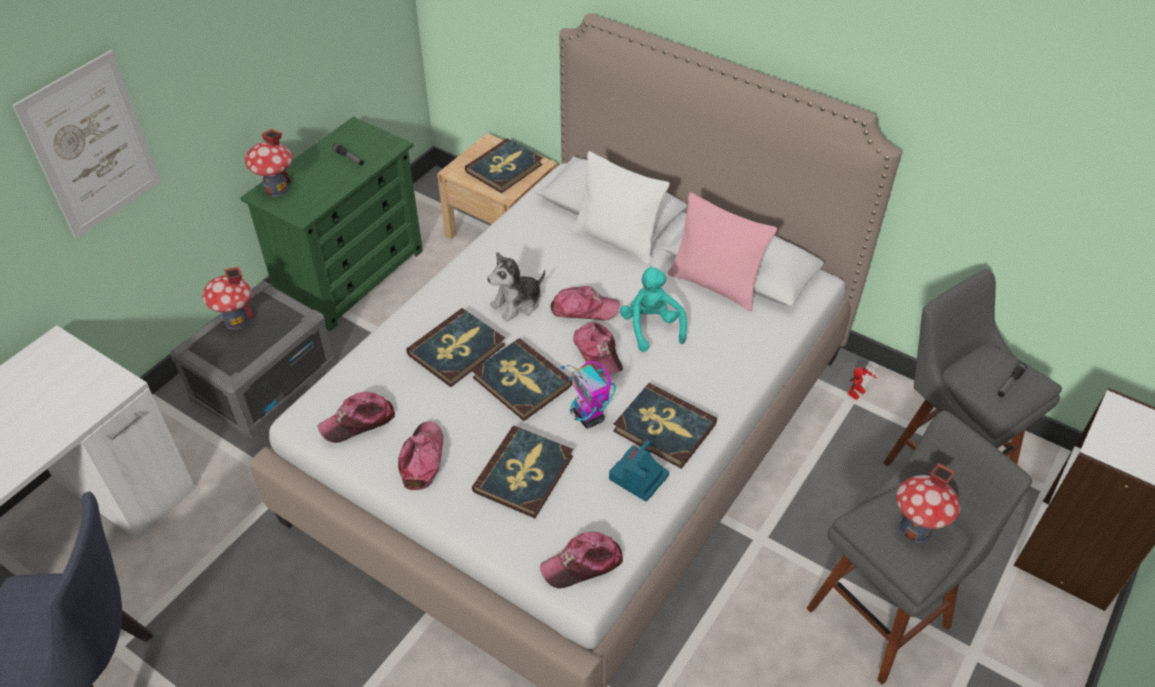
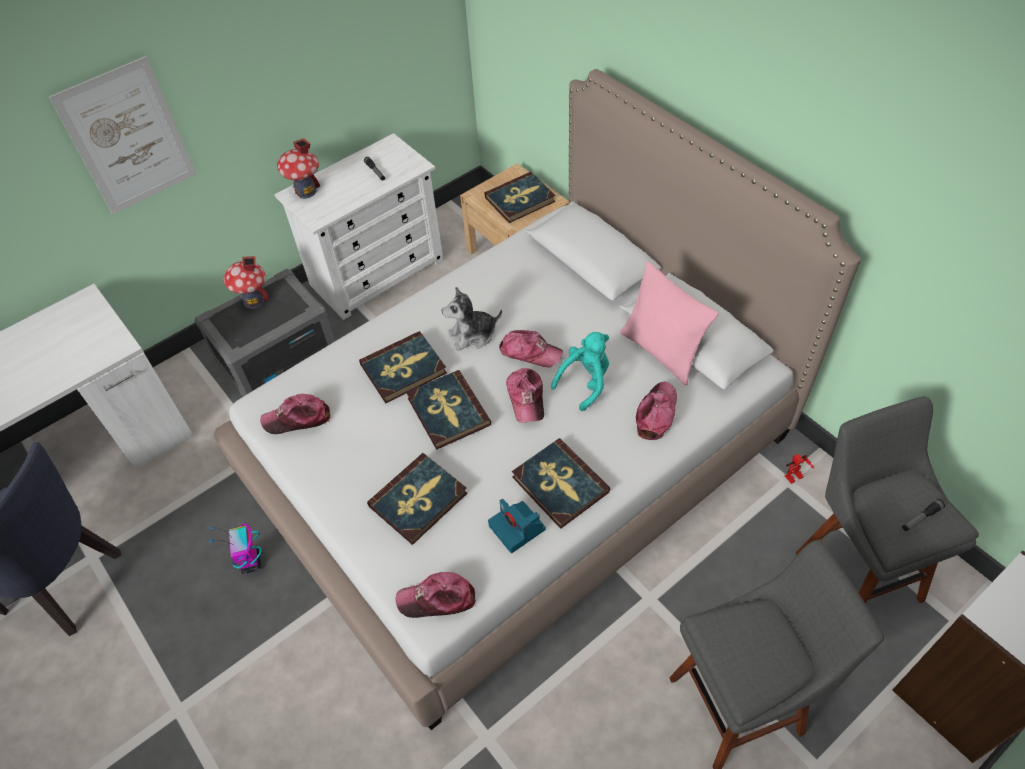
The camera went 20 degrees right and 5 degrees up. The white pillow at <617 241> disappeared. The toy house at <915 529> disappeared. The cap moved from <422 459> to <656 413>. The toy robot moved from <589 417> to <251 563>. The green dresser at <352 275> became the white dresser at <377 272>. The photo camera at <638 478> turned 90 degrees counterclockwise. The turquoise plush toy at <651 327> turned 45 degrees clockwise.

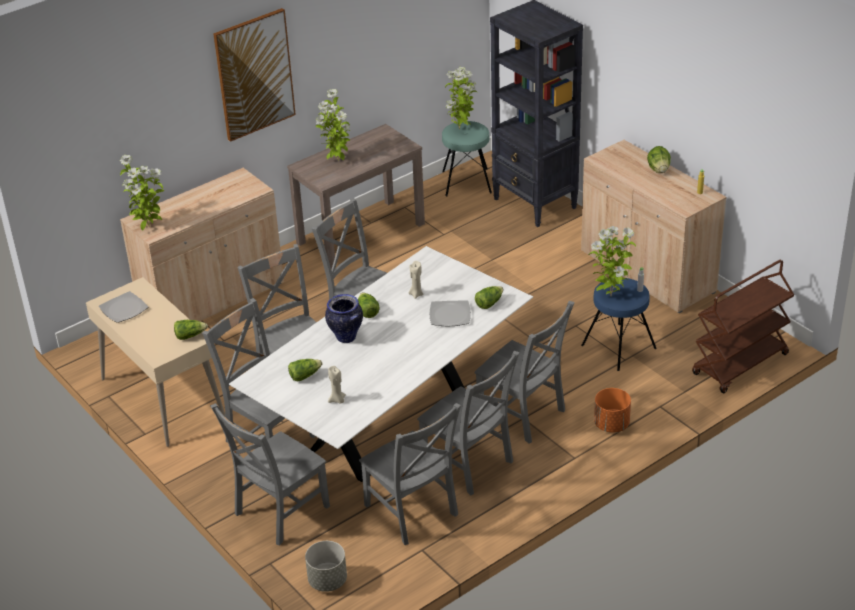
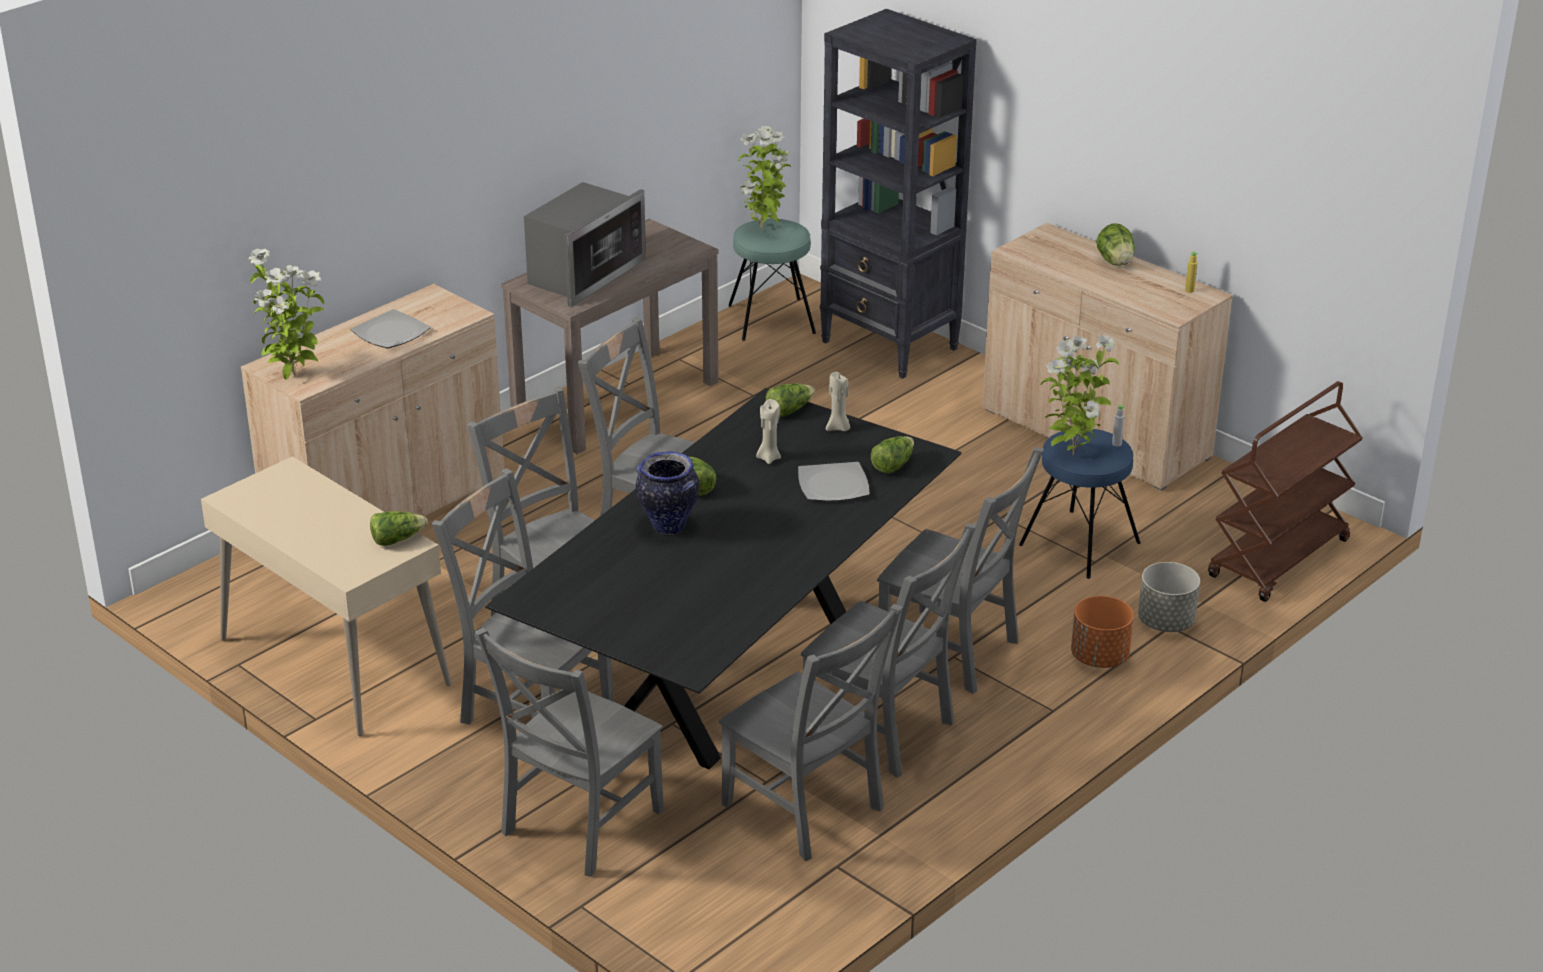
The camera went 10 degrees left and 5 degrees down. The picture at <254 74> disappeared. The plate moved from <124 309> to <392 333>. The lettuce moved from <304 375> to <789 410>. The grey planter moved from <327 580> to <1165 622>. The beige candle moved from <337 400> to <838 428>. The potted plant at <337 161> was replaced by the microwave at <583 274>. The white dining table at <391 422> became the black dining table at <736 676>.

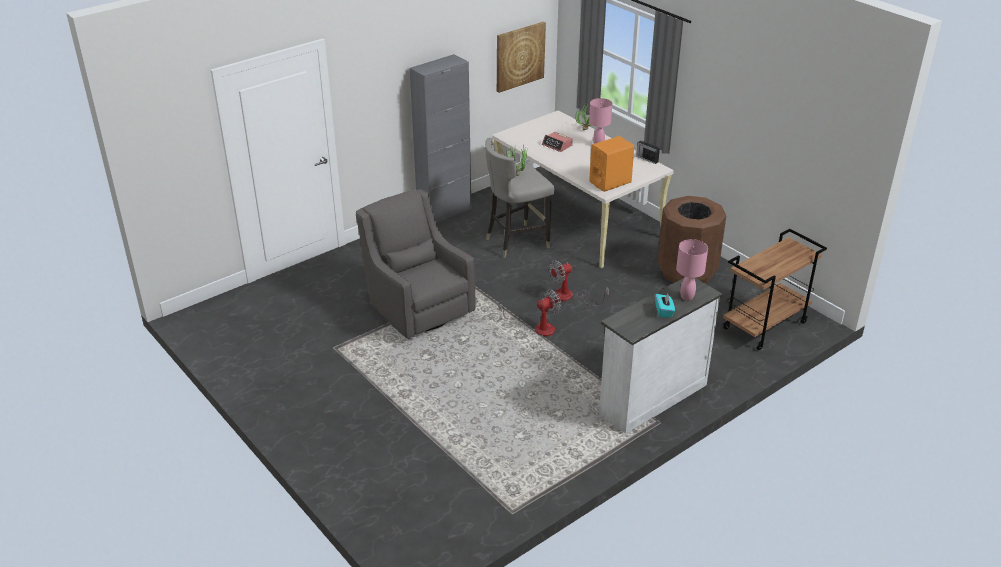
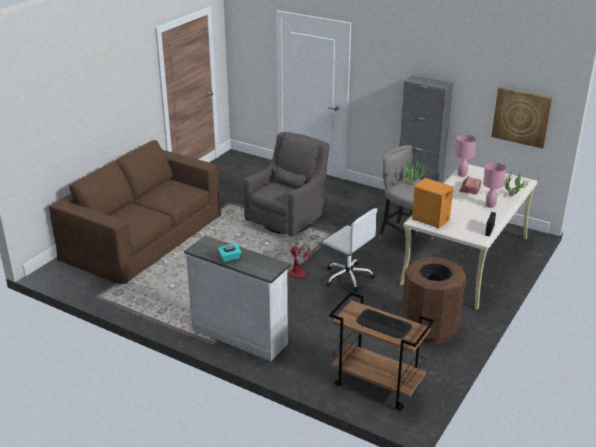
The camera went 70 degrees right and 5 degrees down. The brown sofa at <142 236> appeared. The keyboard at <383 324> appeared. The pink table lamp moved from <686 297> to <461 175>. The fan at <570 297> was replaced by the white office chair at <347 277>.

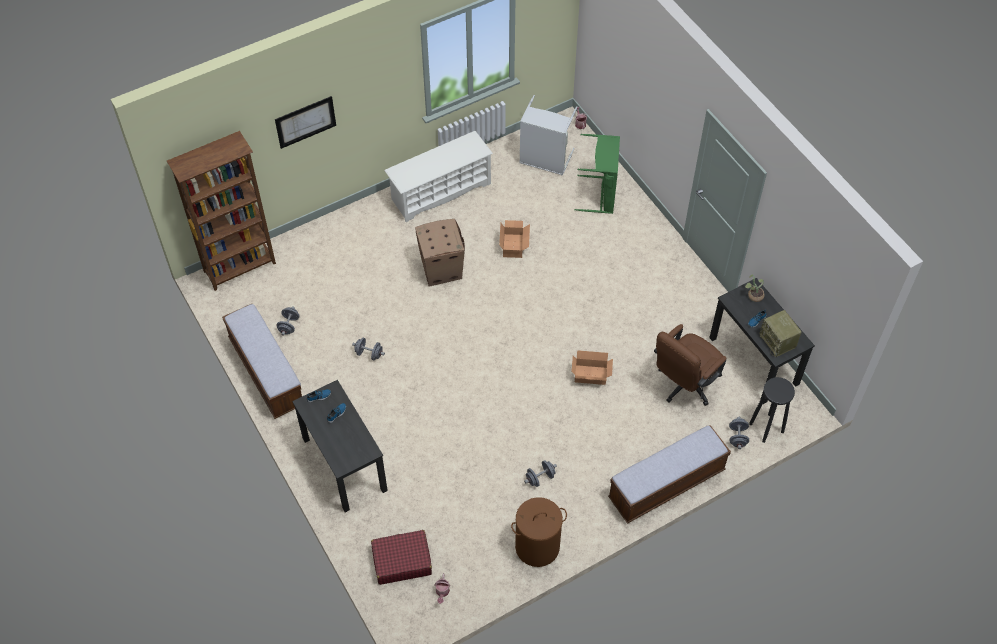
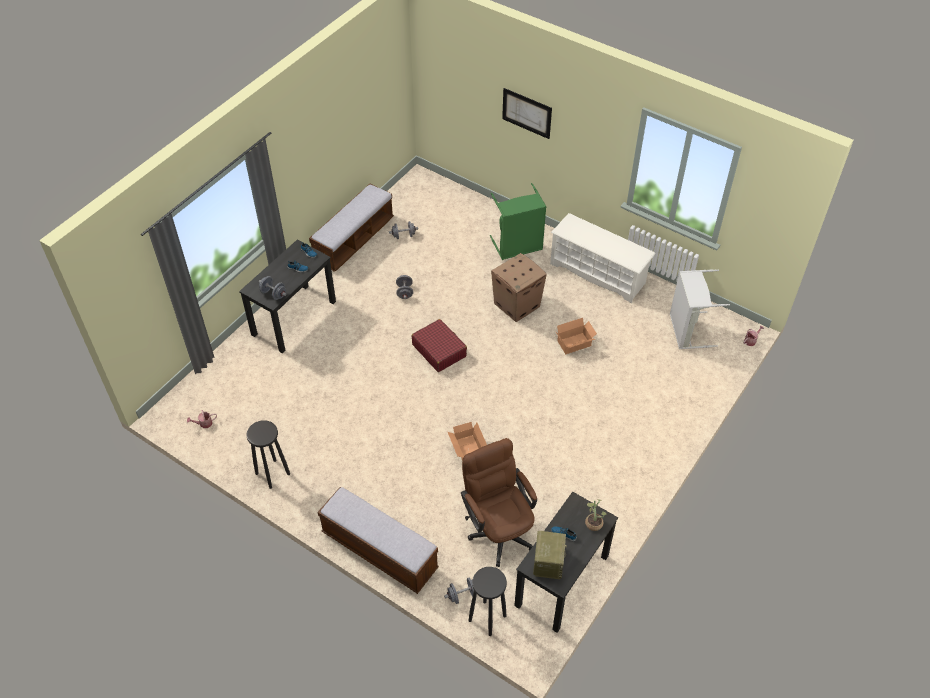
The camera went 65 degrees right and 5 degrees down. The brown bookcase at <240 268> disappeared. The red suitcase moved from <401 561> to <439 350>. The grey dumbbell moved from <540 478> to <273 294>. The green laundry basket moved from <601 195> to <518 247>. The brown laundry basket at <537 547> was replaced by the black stool at <272 473>. The brown office chair at <684 385> turned 45 degrees clockwise. The radio at <778 342> turned 150 degrees clockwise.

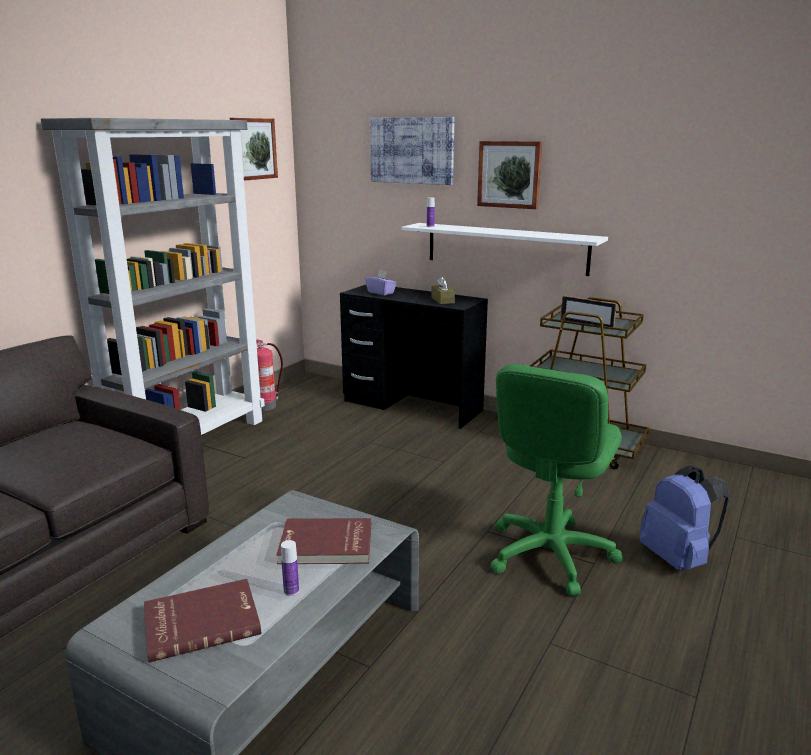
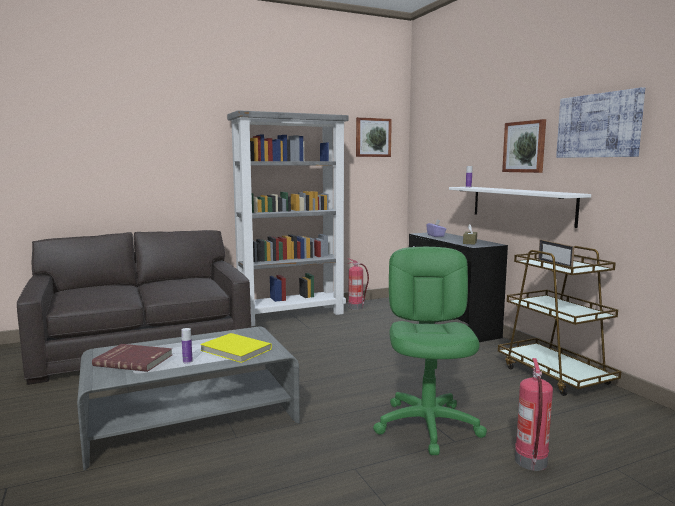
The camera went 35 degrees right and 10 degrees down. The picture moved from <412 150> to <598 125>. The blue backpack at <677 559> was replaced by the fire extinguisher at <532 462>. The red book at <326 545> became the yellow book at <235 350>. The green office chair at <549 554> turned 120 degrees clockwise.

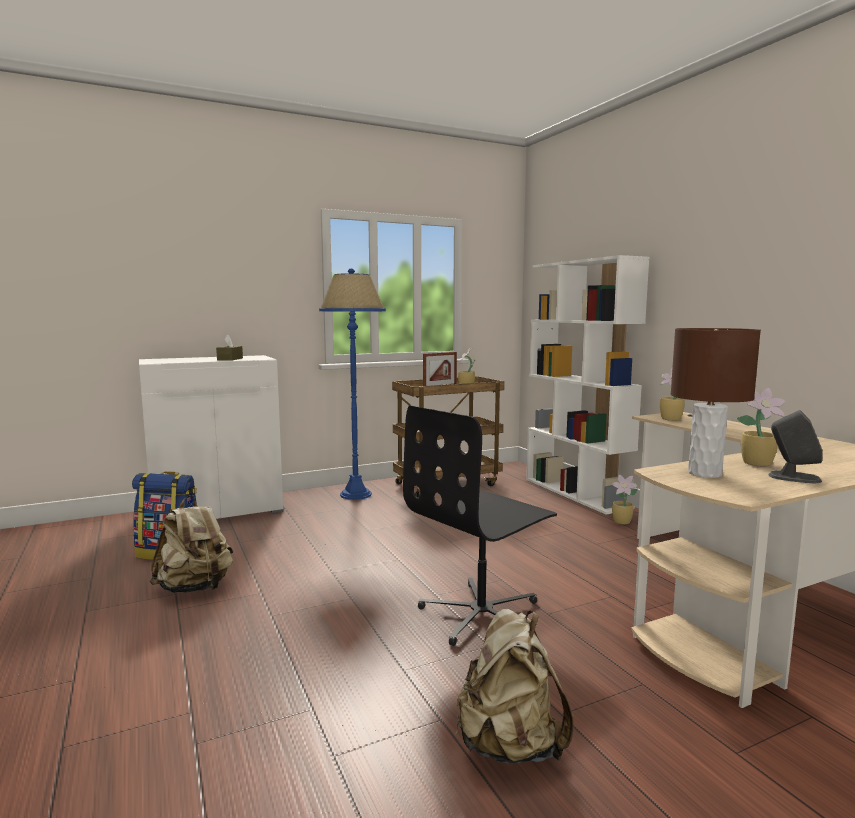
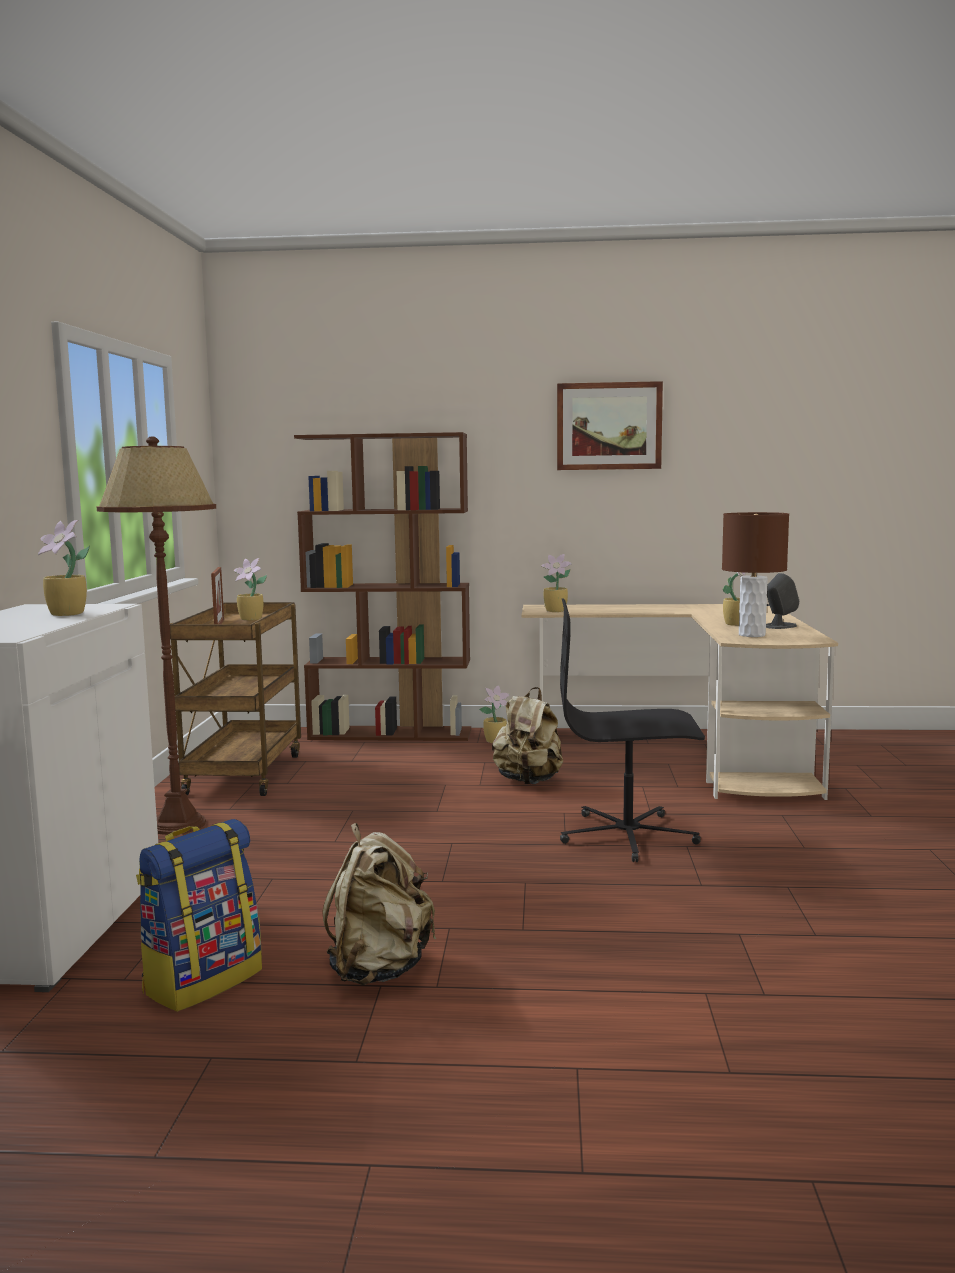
The camera went 60 degrees left and 0 degrees up. The picture at <609 426> appeared. The beige backpack moved from <509 745> to <529 781>. The brown tissue box at <230 359> was replaced by the potted plant at <67 614>. The blue floor lamp at <356 494> became the brown floor lamp at <177 824>. The white bookcase at <577 493> became the brown bookcase at <391 734>. The black office chair at <482 615> turned 105 degrees clockwise.

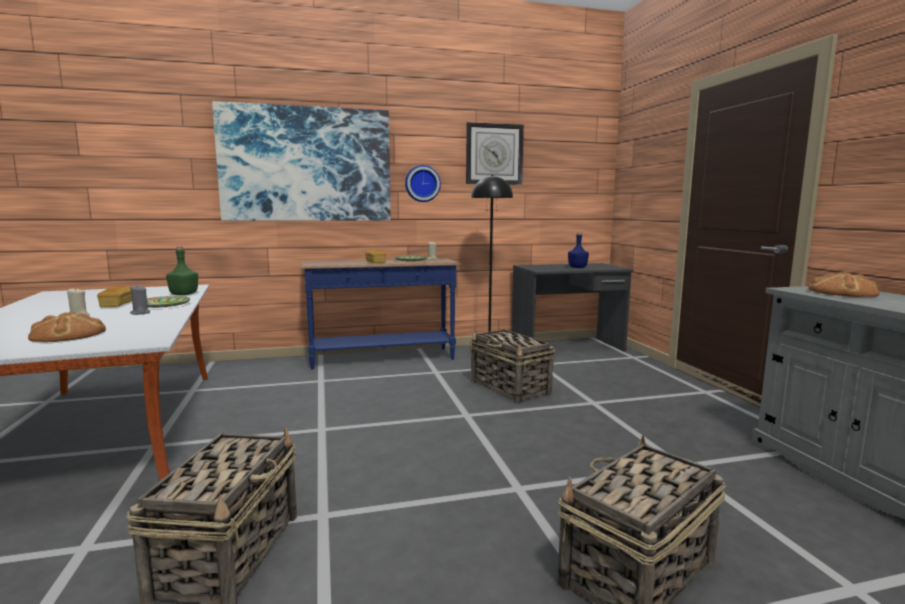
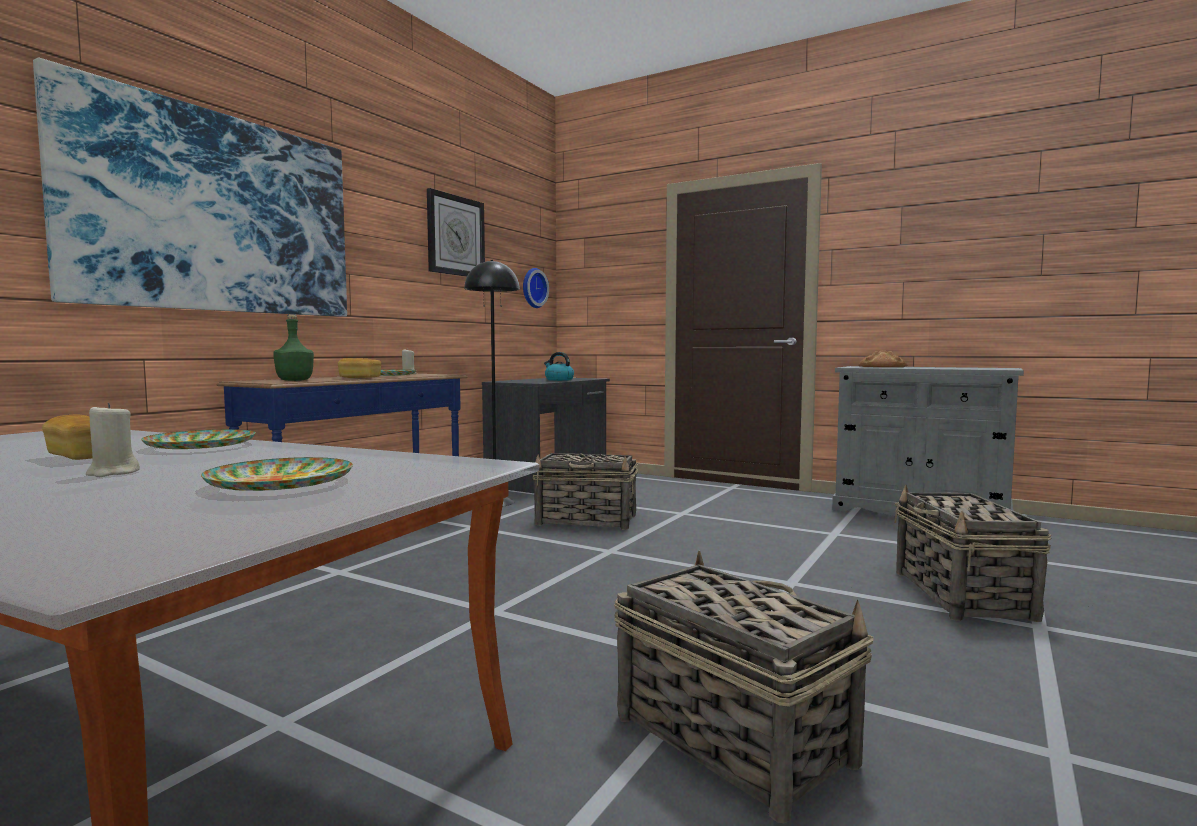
The camera went 45 degrees left and 5 degrees down. The grey candle at <140 313> disappeared. The green bottle moved from <183 294> to <293 380>. The wall clock moved from <422 183> to <532 288>. The bread at <67 335> was replaced by the plate at <281 483>. The blue bottle at <577 267> was replaced by the kettle at <558 380>.

